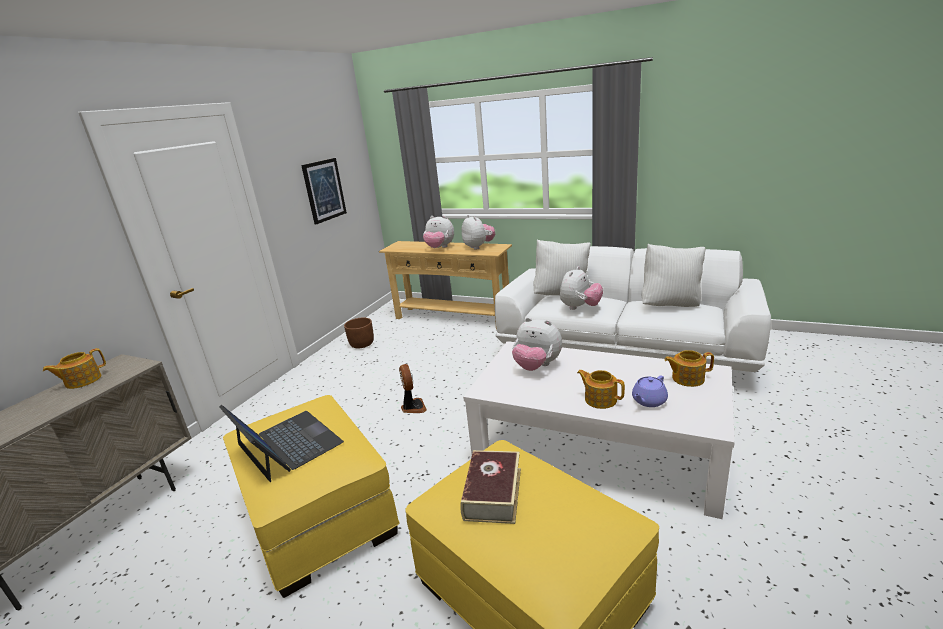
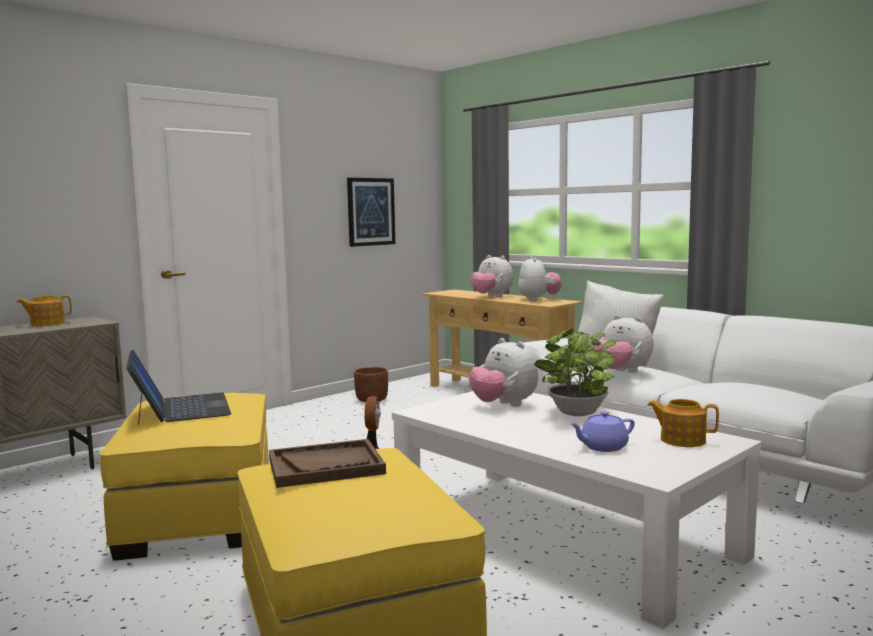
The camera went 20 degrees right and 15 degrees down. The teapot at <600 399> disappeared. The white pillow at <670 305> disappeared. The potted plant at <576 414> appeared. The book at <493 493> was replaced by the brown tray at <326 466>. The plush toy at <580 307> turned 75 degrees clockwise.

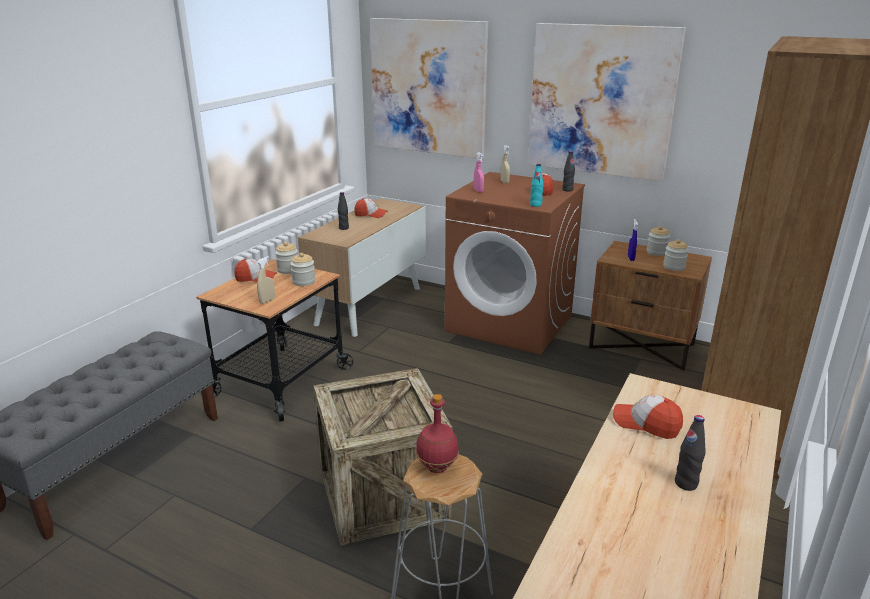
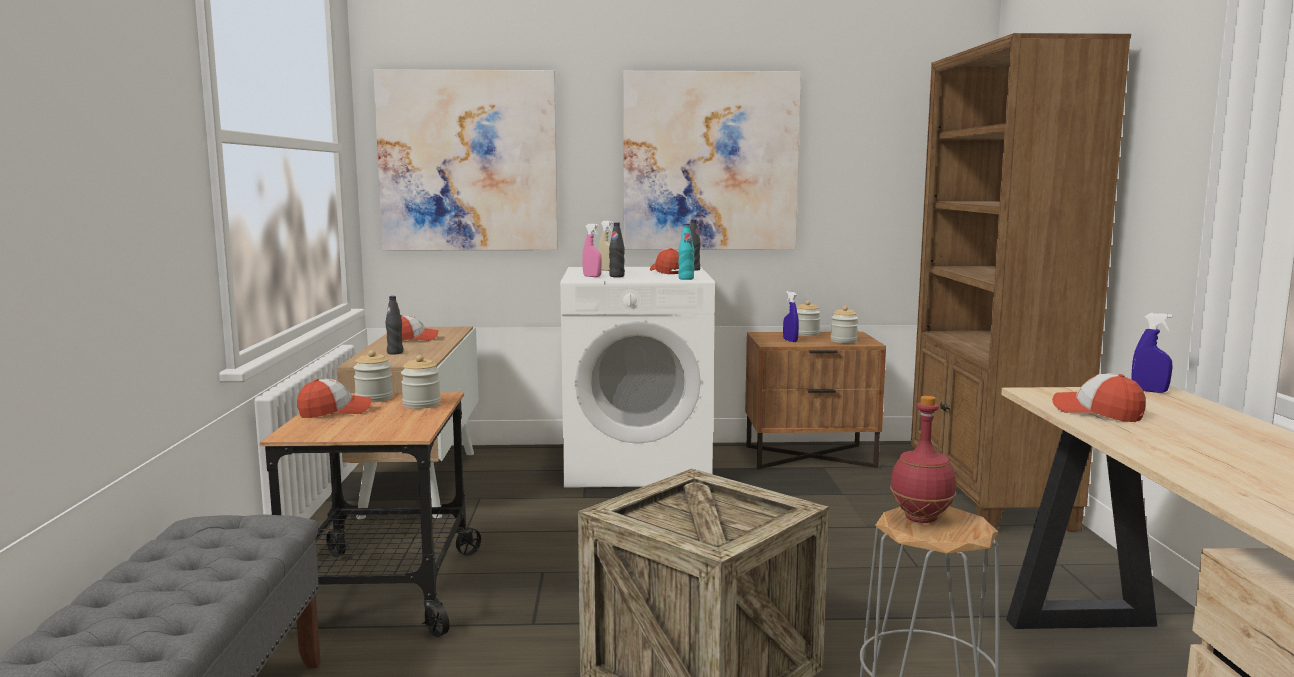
The camera went 30 degrees left and 15 degrees down. The beige spray bottle at <267 301> disappeared. The blue spray bottle at <1149 391> appeared. The black bottle moved from <686 483> to <617 276>. The brown washing machine at <510 323> became the white washing machine at <637 464>. The cap at <646 424> turned 45 degrees clockwise.

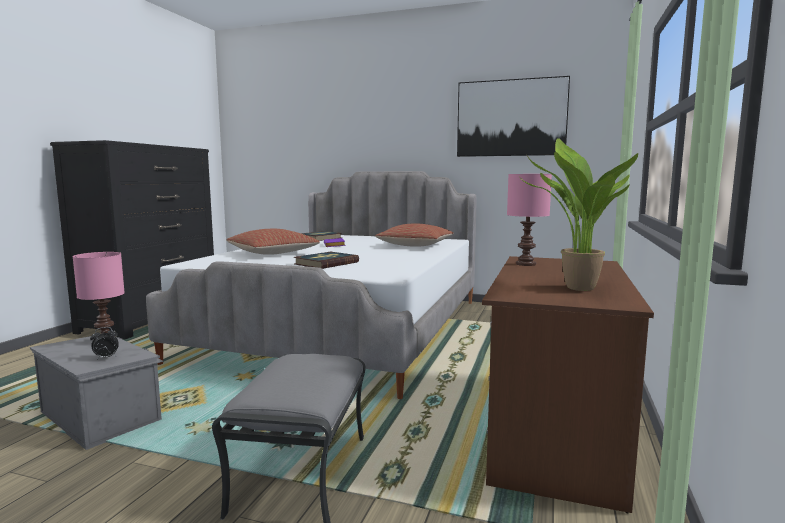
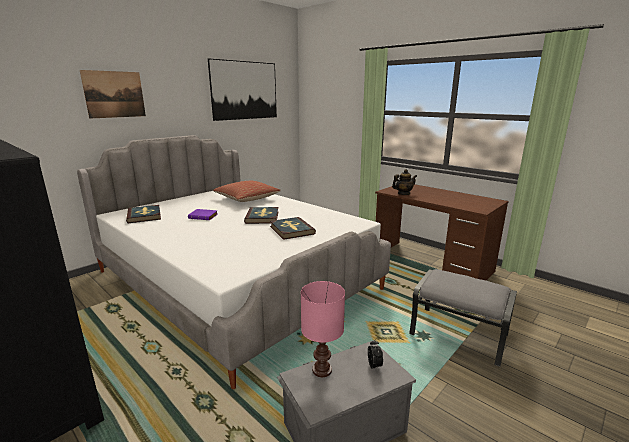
The camera went 65 degrees left and 10 degrees up. The pillow at <273 253> disappeared. The potted plant at <574 288> disappeared. The picture at <114 94> appeared. The book at <262 217> appeared. The pink table lamp at <525 264> was replaced by the teapot at <403 194>.

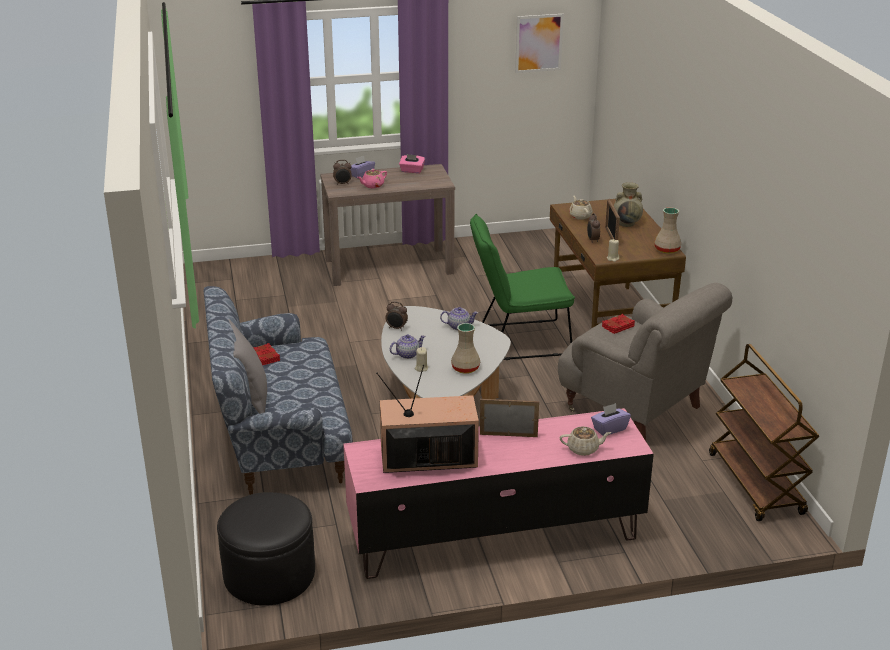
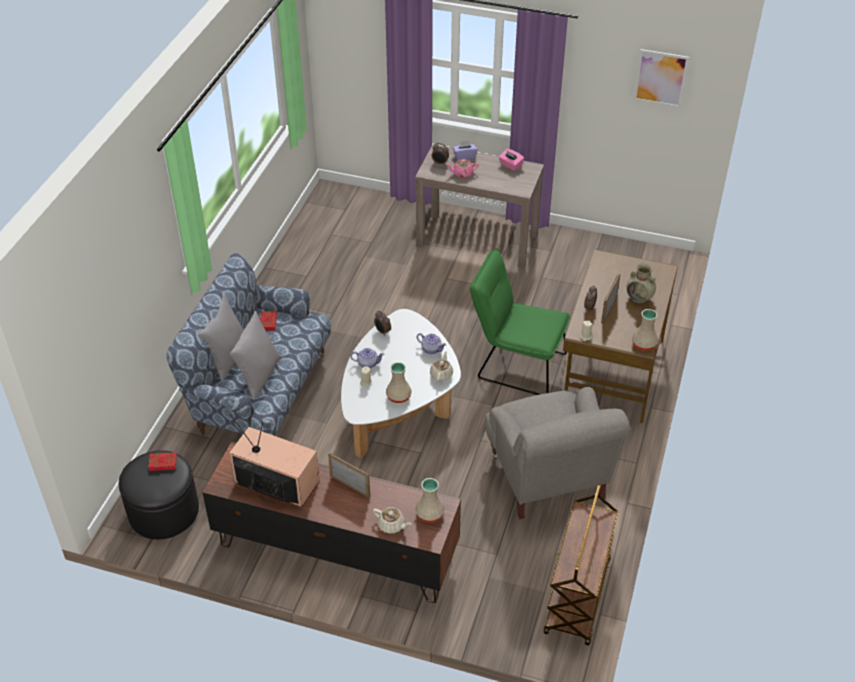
The camera went 30 degrees right and 15 degrees up. The grey pillow at <258 376> appeared. The beige teapot moved from <580 216> to <441 374>. The red book moved from <617 326> to <163 463>. The purple tissue box at <609 429> was replaced by the beige vase at <429 514>. The pink tv stand at <494 536> became the brown tv stand at <335 550>.

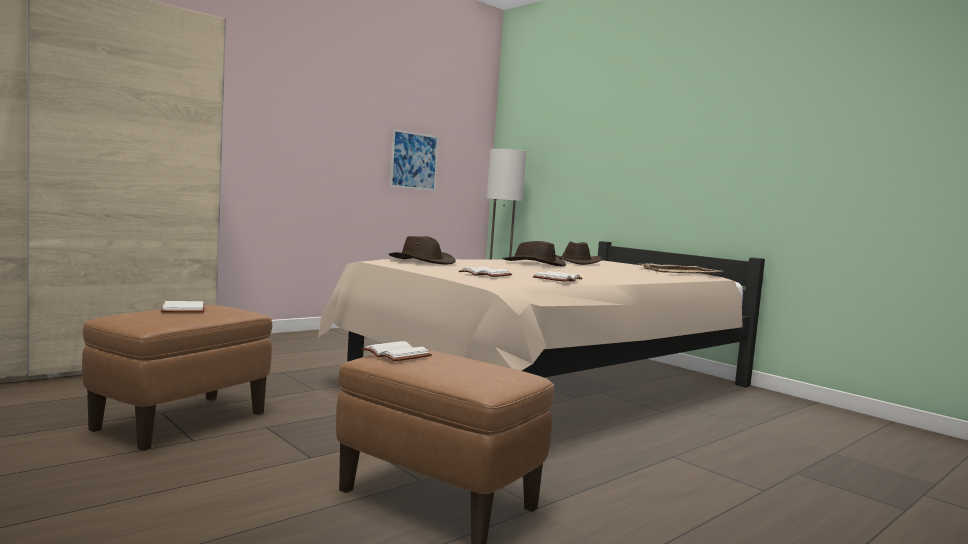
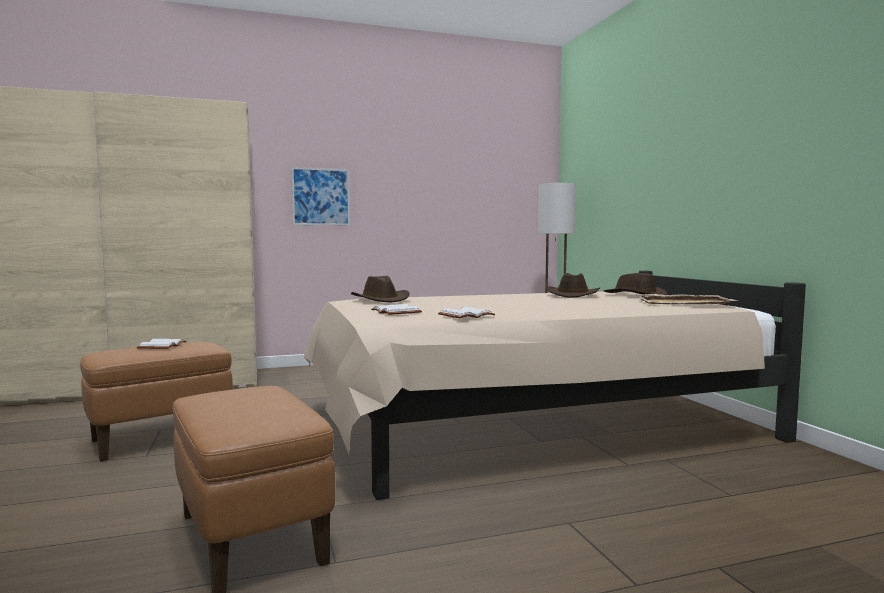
The camera went 25 degrees right and 0 degrees up. The white book at <394 354> disappeared. The picture moved from <414 161> to <321 196>. The brown hat moved from <534 263> to <634 295>.

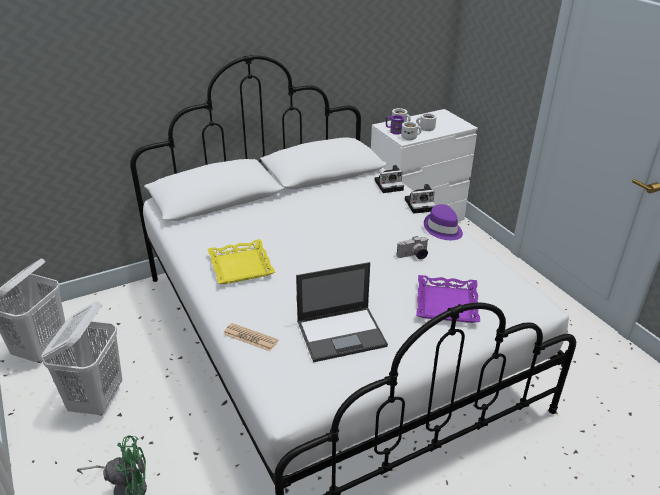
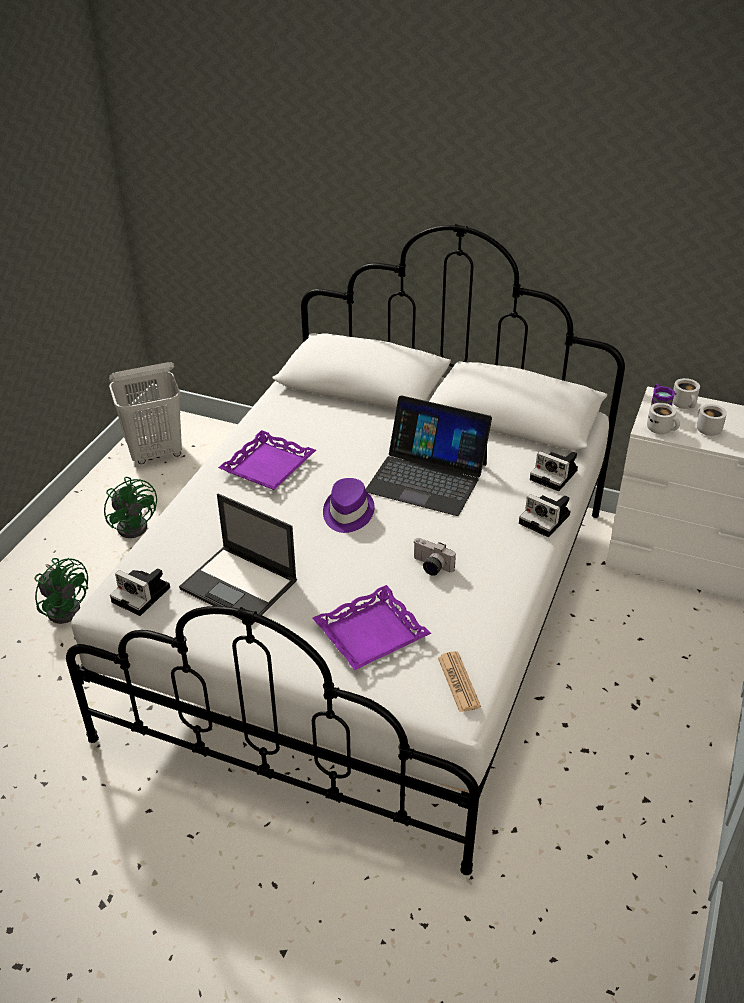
The camera went 50 degrees right and 5 degrees up. The photo camera at <143 595> appeared. The laptop at <427 477> appeared. The newspaper moved from <250 338> to <458 682>. The purple hat moved from <442 229> to <347 513>. The white laundry basket at <97 399> was replaced by the green fan at <135 524>. The yellow tray at <240 266> became the purple tray at <268 466>.

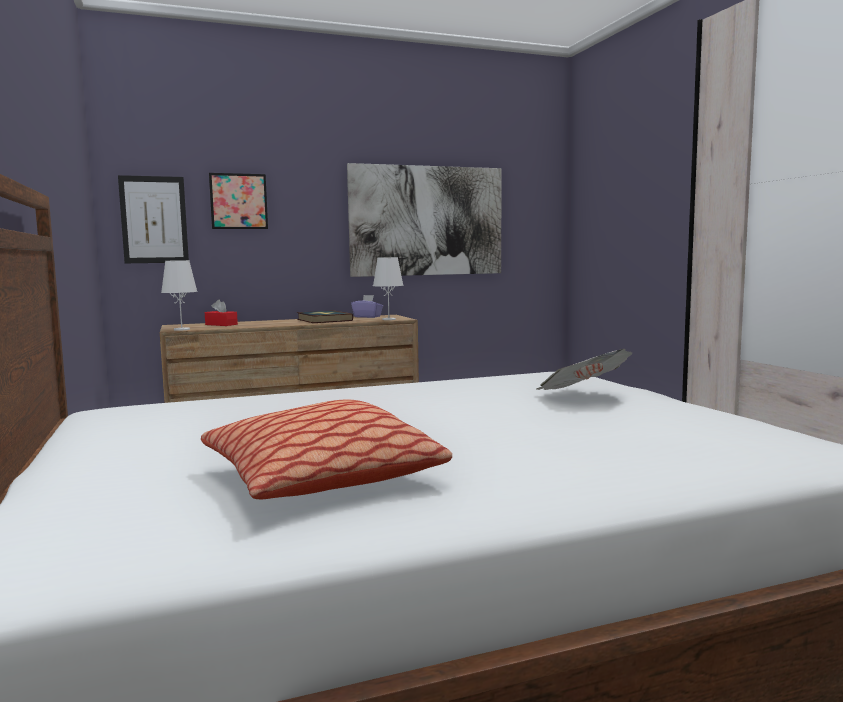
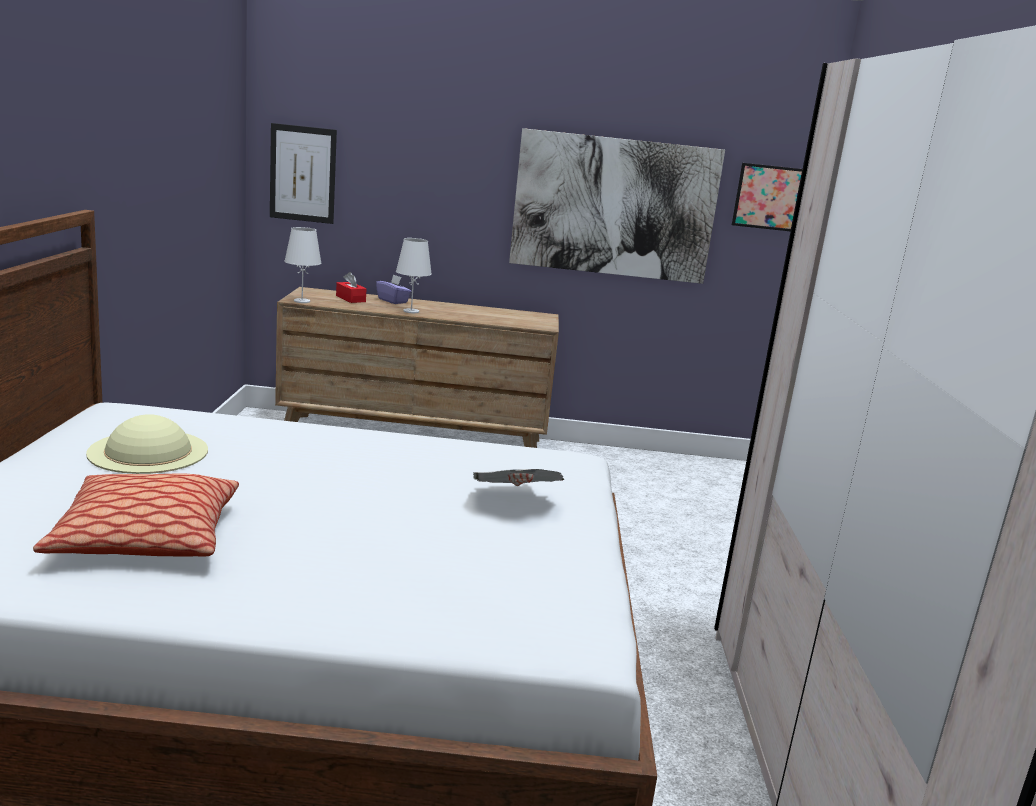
The camera went 20 degrees right and 10 degrees up. The book at <324 320> disappeared. The beige hat at <148 451> appeared. The picture moved from <238 201> to <767 197>. The purple tissue box moved from <367 317> to <393 301>. The white table lamp moved from <388 319> to <411 311>.

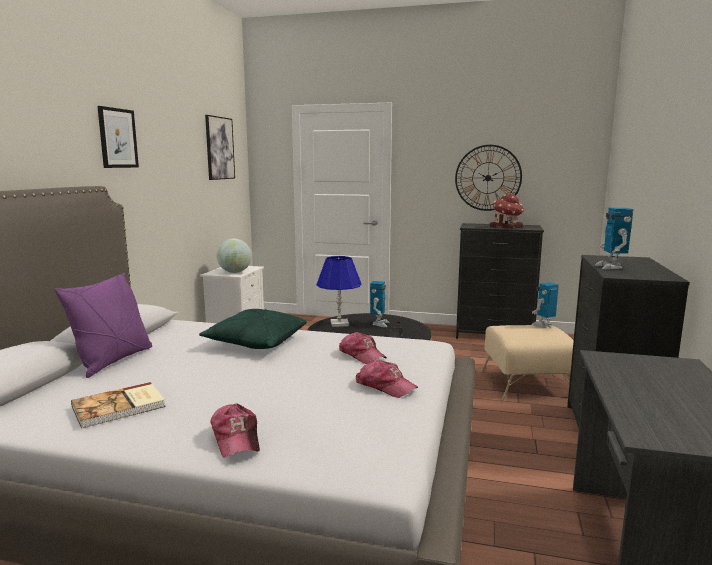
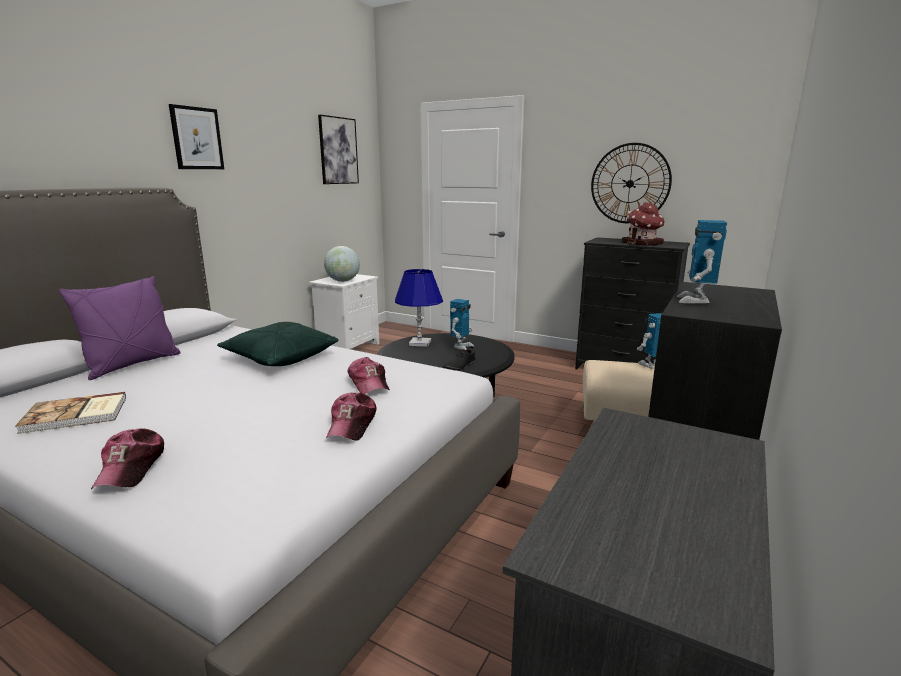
The camera went 15 degrees right and 5 degrees up. The cap at <385 386> turned 45 degrees clockwise.

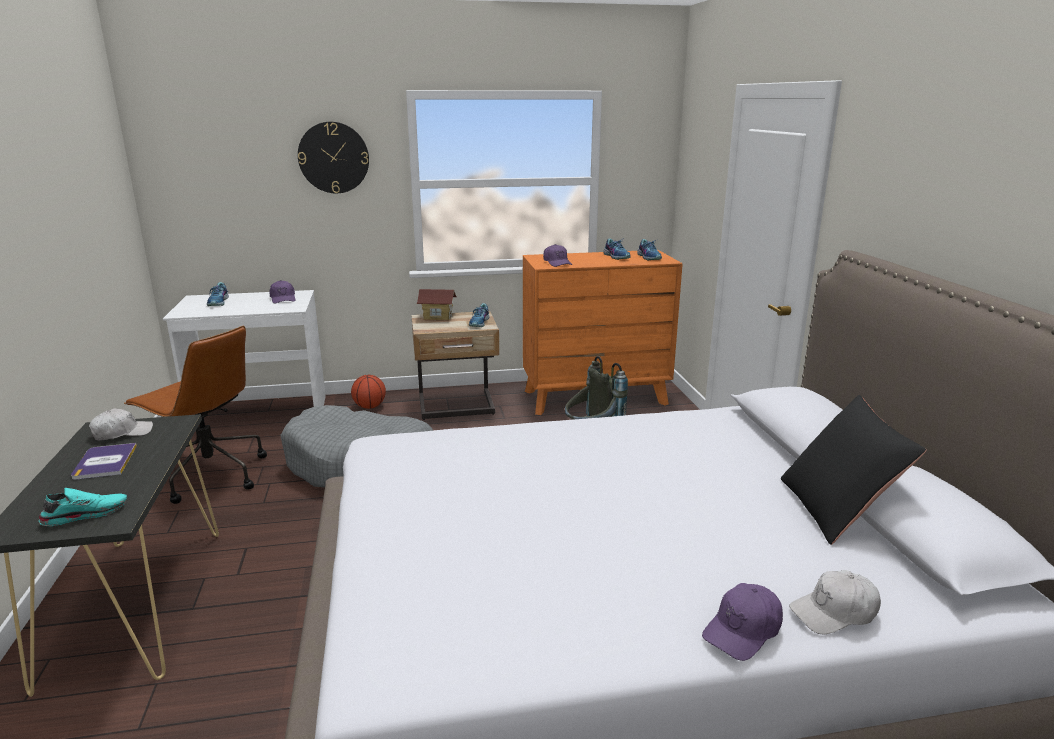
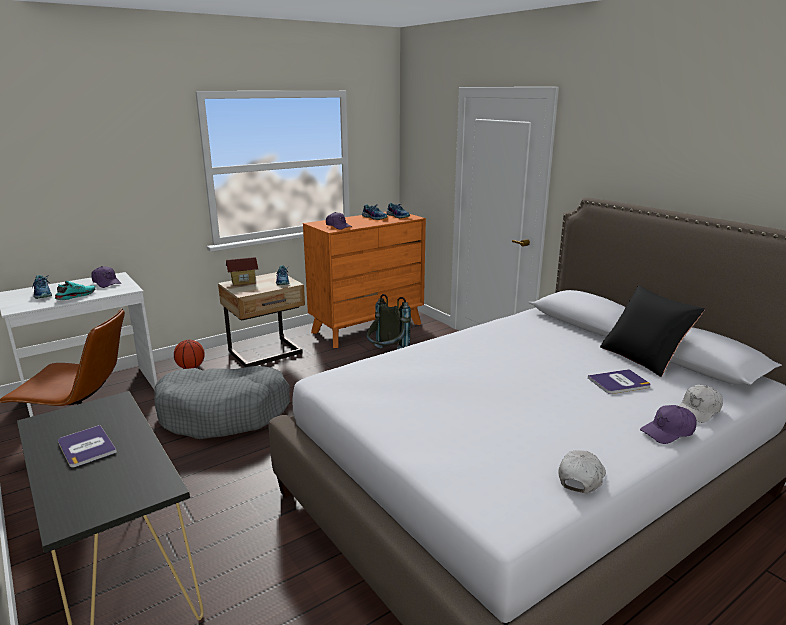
The camera went 25 degrees left and 0 degrees up. The wall clock at <333 157> disappeared. The book at <619 382> appeared. The turquoise shoe moved from <85 514> to <75 296>. The white cap moved from <122 433> to <581 477>. The purple cap at <743 630> turned 45 degrees clockwise.

